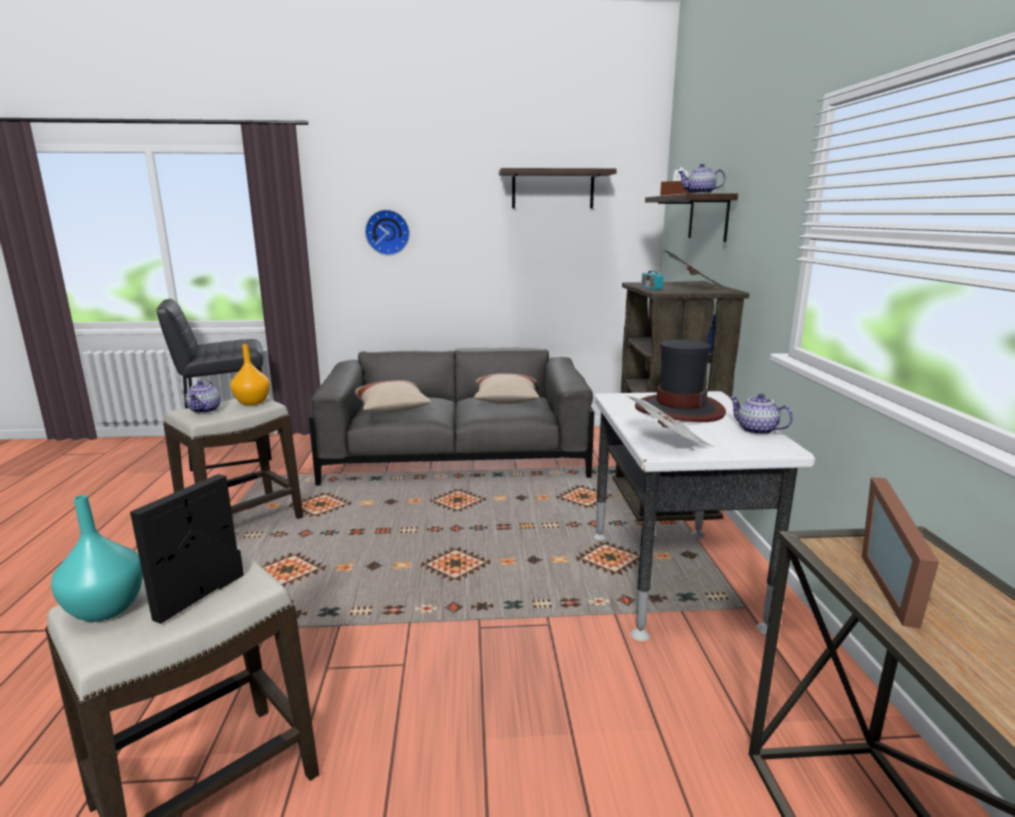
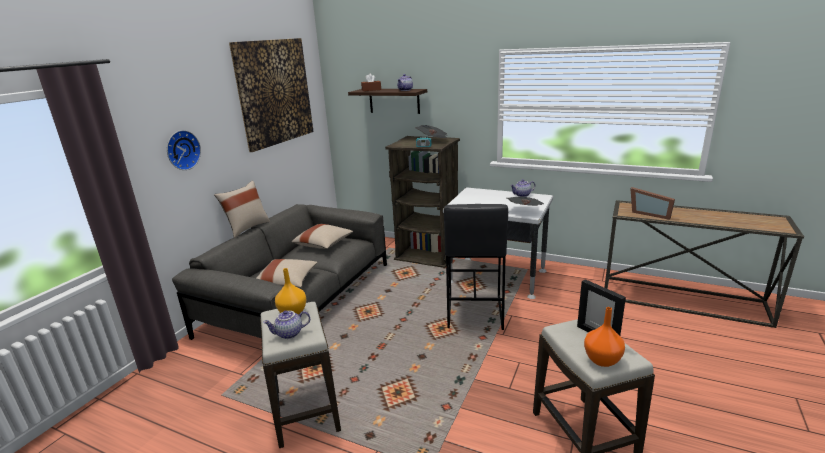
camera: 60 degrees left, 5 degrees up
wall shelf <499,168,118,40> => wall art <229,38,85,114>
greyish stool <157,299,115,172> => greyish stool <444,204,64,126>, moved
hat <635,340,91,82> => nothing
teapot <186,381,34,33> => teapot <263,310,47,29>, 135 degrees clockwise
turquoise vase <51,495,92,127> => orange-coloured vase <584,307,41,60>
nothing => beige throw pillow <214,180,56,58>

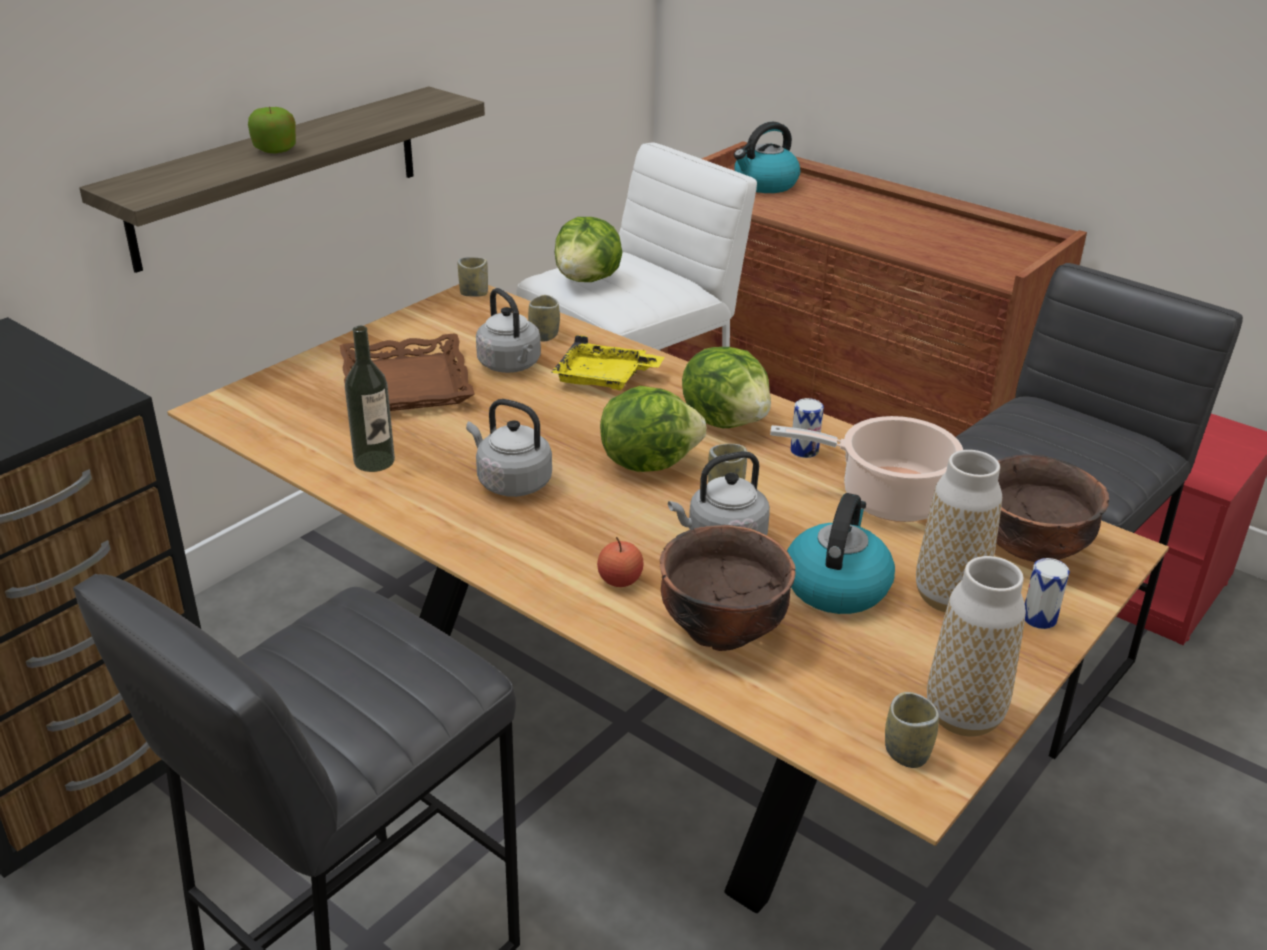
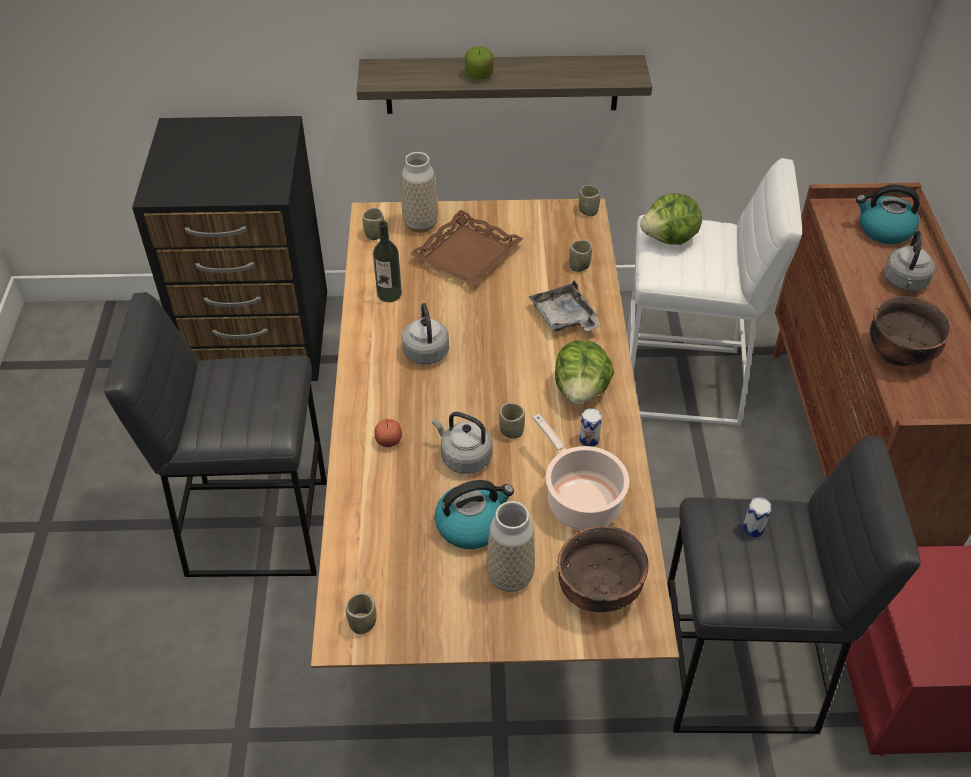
camera: 50 degrees right, 15 degrees up
greyish water kettle <476,288,65,85> => greyish water kettle <884,231,51,60>, moved
yellowish serving tray <551,335,113,55> => greyish serving tray <528,280,73,51>
lettuce <600,386,107,86> => nothing
brown serving bowl <660,525,136,126> => brown serving bowl <870,296,82,70>, moved
vase <927,556,99,180> => vase <402,152,36,81>, moved
sealed can <1025,558,45,71> => sealed can <743,497,29,40>, moved
nothing => drinking cup <363,208,21,32>

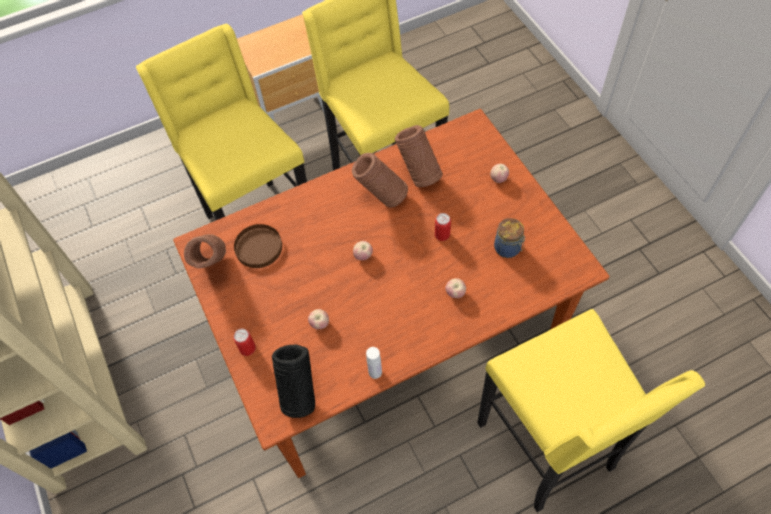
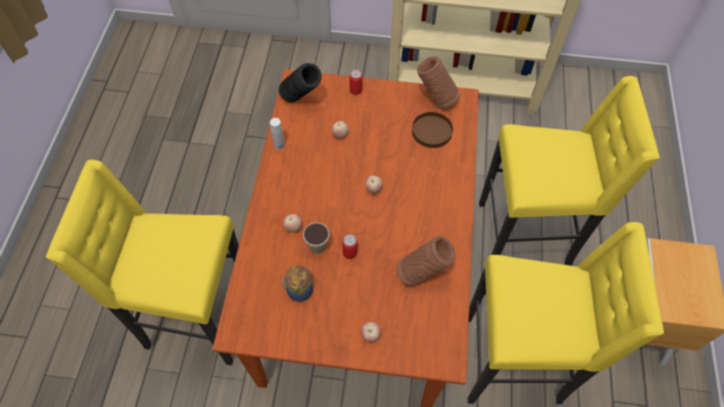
camera: 120 degrees right, 0 degrees up
brown vase <352,153,56,55> => nothing
nothing => drinking cup <303,222,27,32>

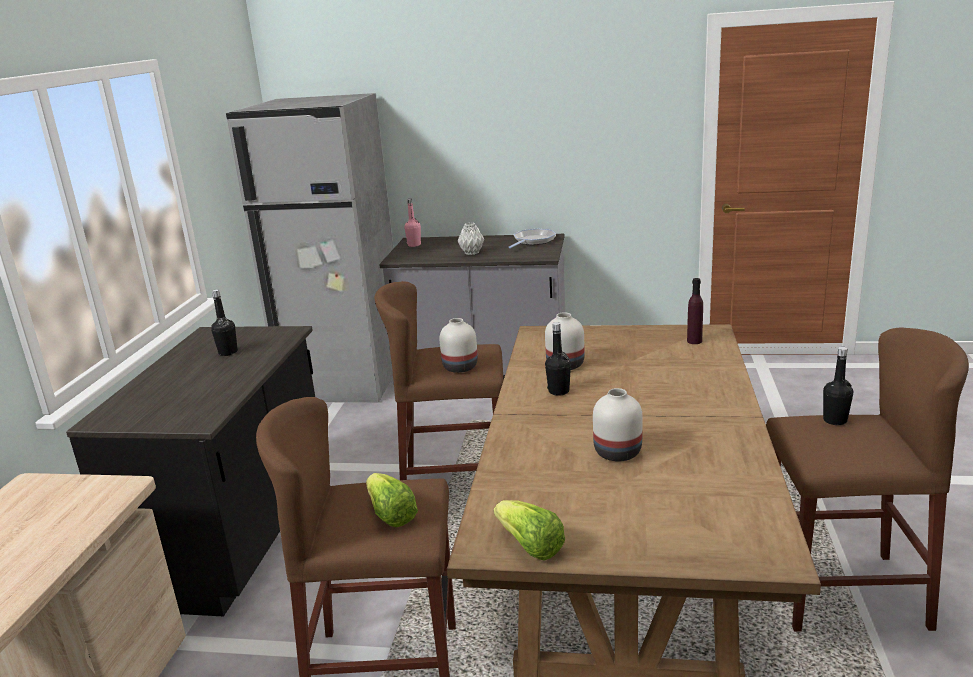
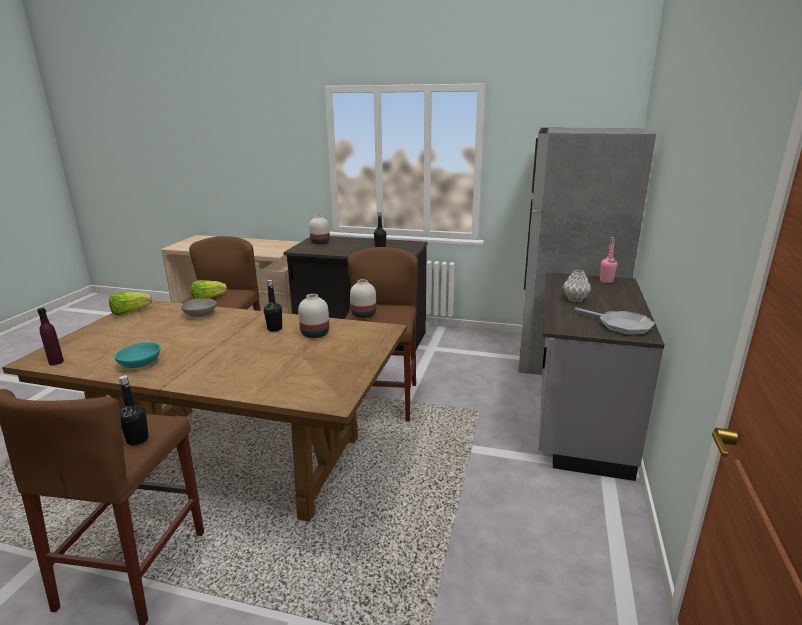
camera: 95 degrees right, 0 degrees up
purplish beverage bottle <687,278,16,66> => purplish beverage bottle <37,308,27,57>, moved
whitish vase <593,388,50,73> => whitish vase <309,215,21,29>, moved
nothing => greyish serving bowl <181,298,36,19>
nothing => turquoise serving bowl <114,342,46,26>

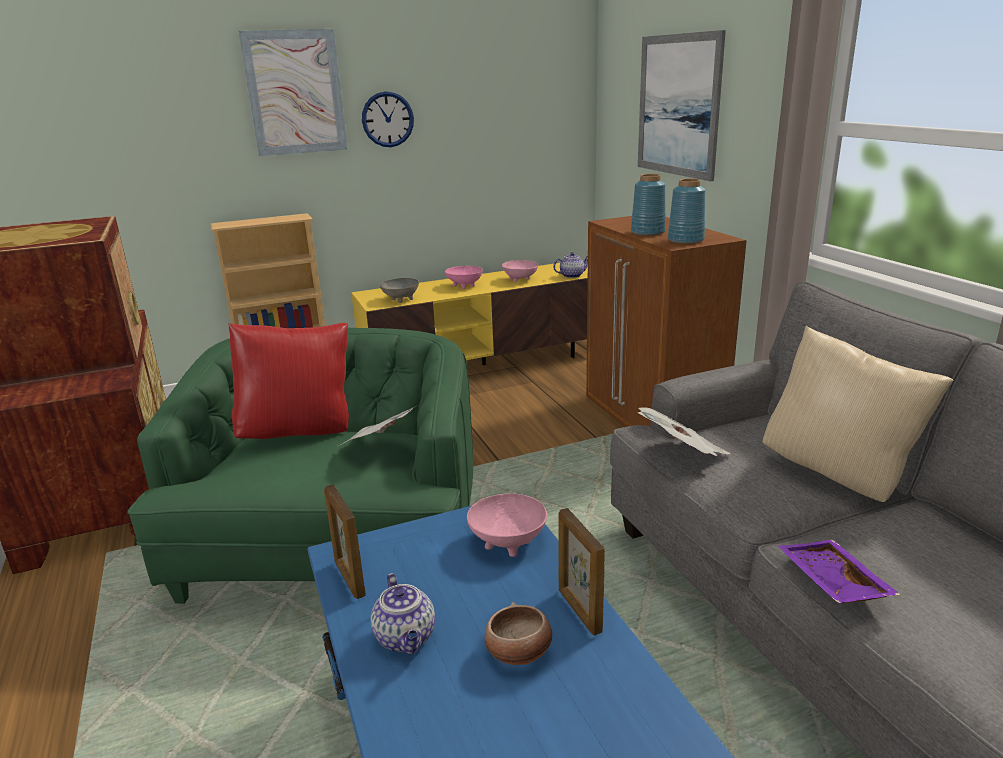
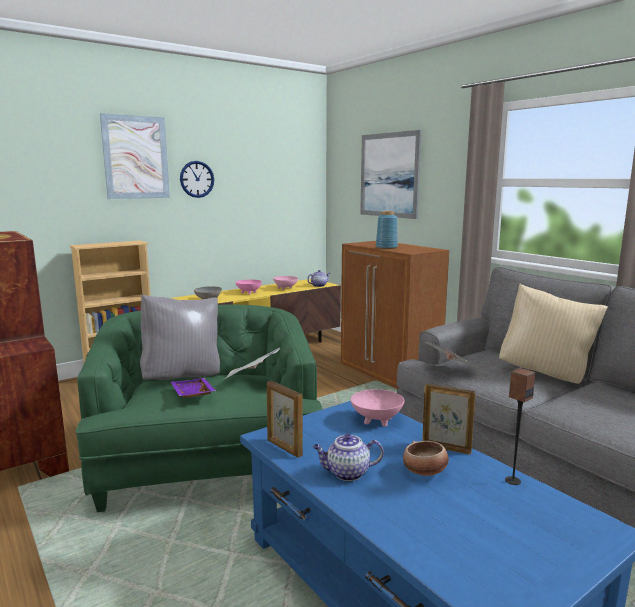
camera: 15 degrees left, 10 degrees down
blue-coloured vase <667,178,38,66> => nothing
reddish throw pillow <229,323,120,116> => greyish throw pillow <140,294,80,86>
standing frame <559,508,46,127> => standing frame <422,384,54,71>, 150 degrees clockwise
purplish serving tray <778,540,123,63> => purplish serving tray <171,378,45,20>, moved
teapot <371,573,64,81> => teapot <313,434,71,47>, 120 degrees clockwise
nothing => audio speaker <505,368,30,117>

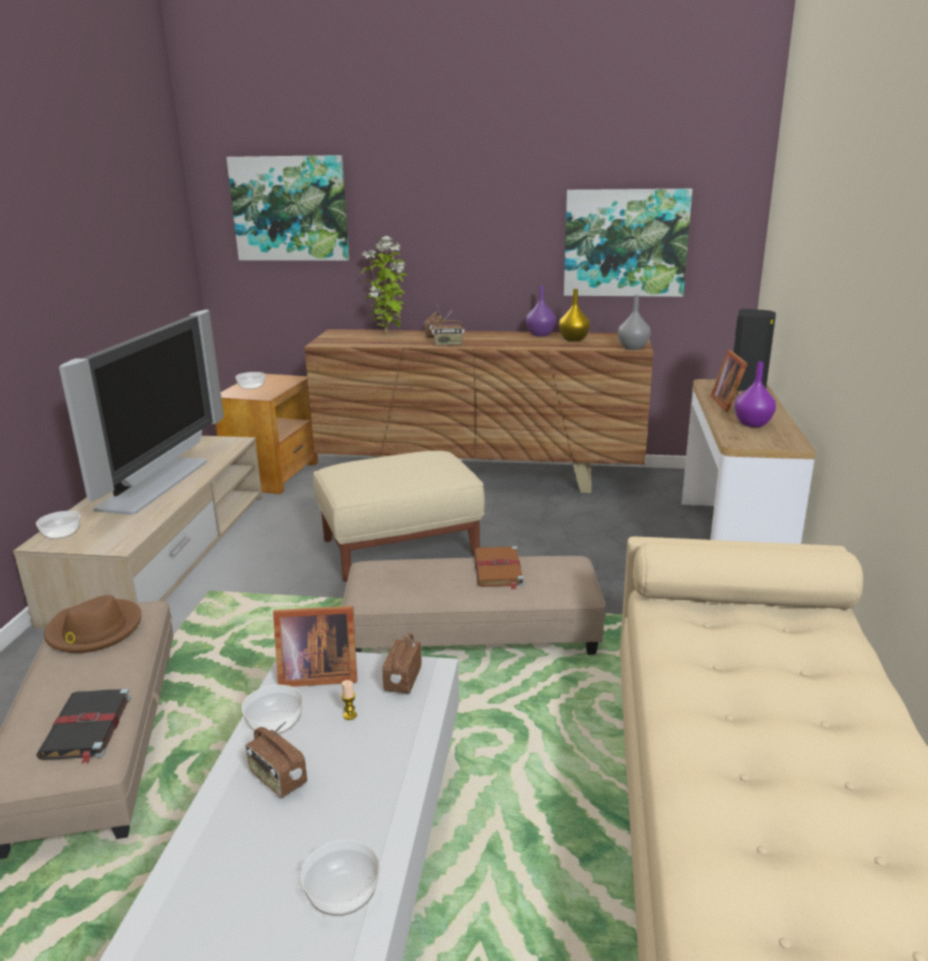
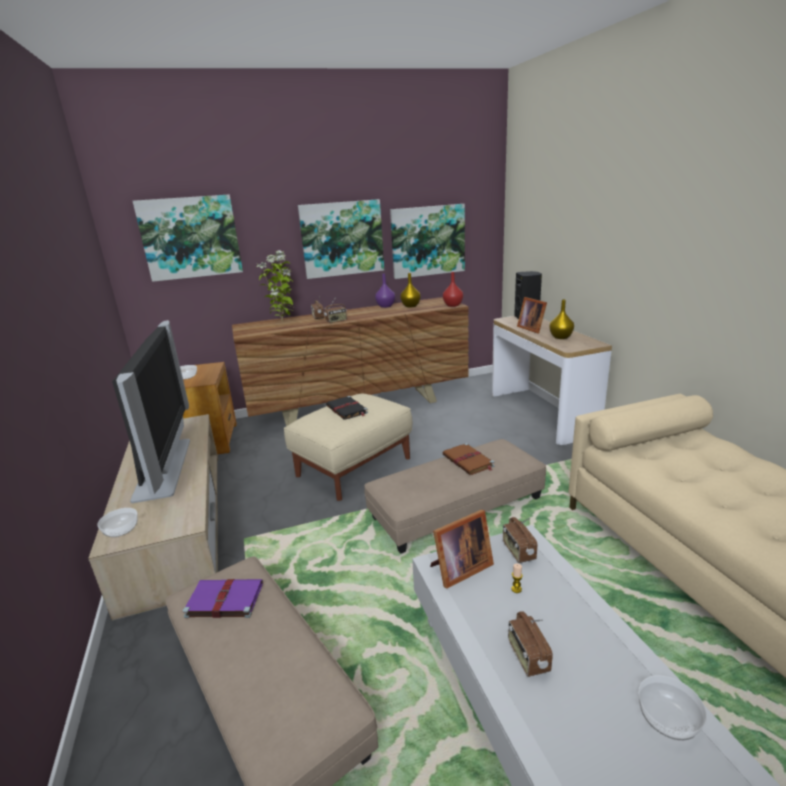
camera: 25 degrees left, 0 degrees up
greyish vase <618,295,33,55> => reddish vase <443,272,20,35>
purplish vase <734,362,42,65> => yellowish vase <549,299,25,40>
brown hat <44,595,97,58> => purplish book <181,579,82,39>
serving bowl <242,685,61,49> => nothing
black book <36,688,95,76> => black book <326,396,42,24>, moved
radio <246,721,61,77> => radio <508,611,45,66>, 60 degrees clockwise
nothing => wall art <298,199,86,80>

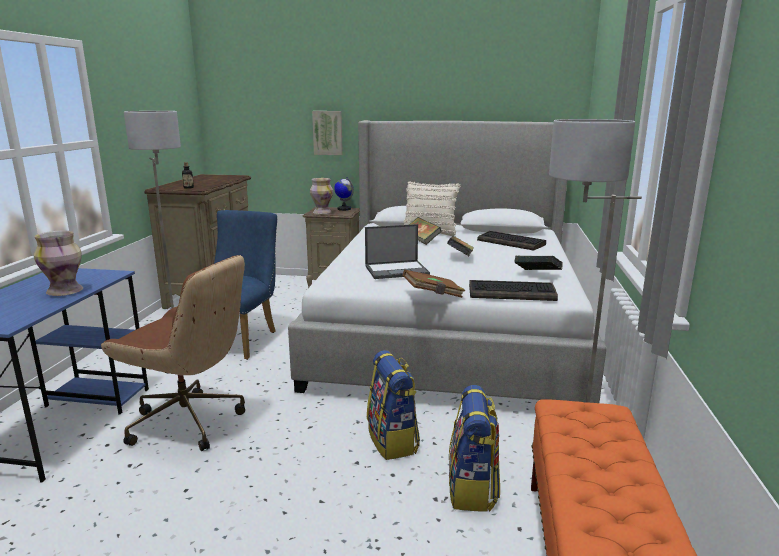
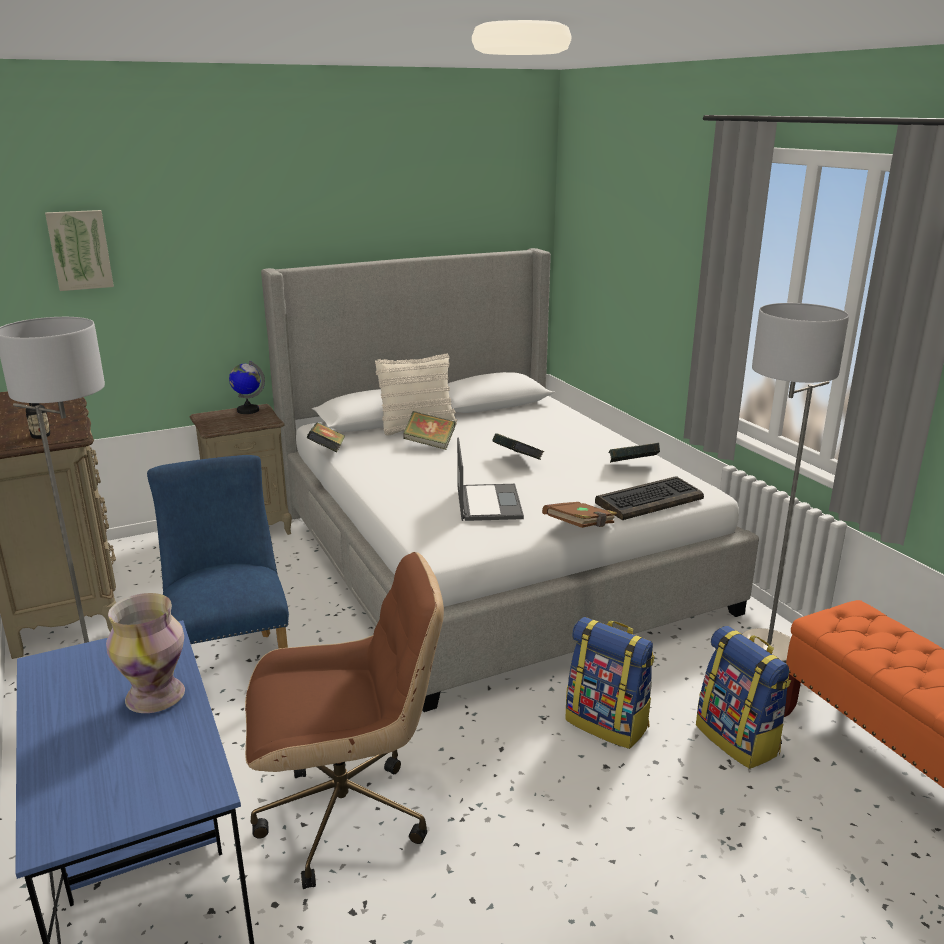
camera: 35 degrees left, 5 degrees up
wall art <312,111,31,44> => wall art <45,210,69,81>, moved
vase <310,178,23,36> => nothing
notebook computer <365,224,65,55> => notebook computer <457,437,67,84>, 45 degrees counterclockwise
computer keyboard <477,231,69,20> => nothing
nothing => book <307,423,38,29>

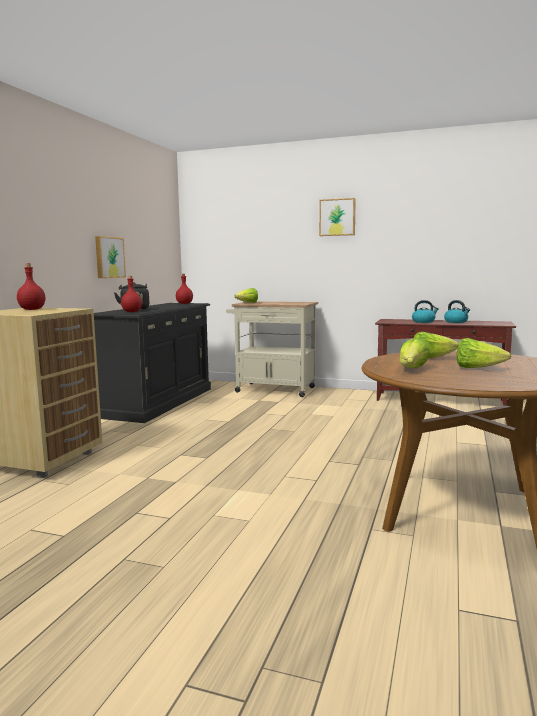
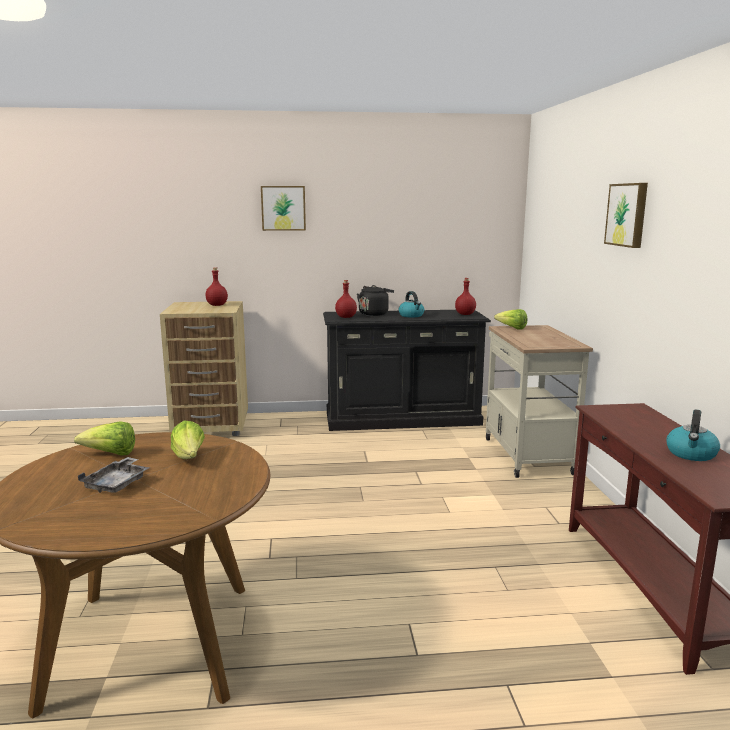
camera: 65 degrees right, 5 degrees up
wall art <95,236,31,42> => wall art <261,186,45,45>, moved
water kettle <412,300,27,23> => water kettle <399,291,25,26>, moved
lettuce <457,338,54,30> => greyish serving tray <78,457,72,36>

